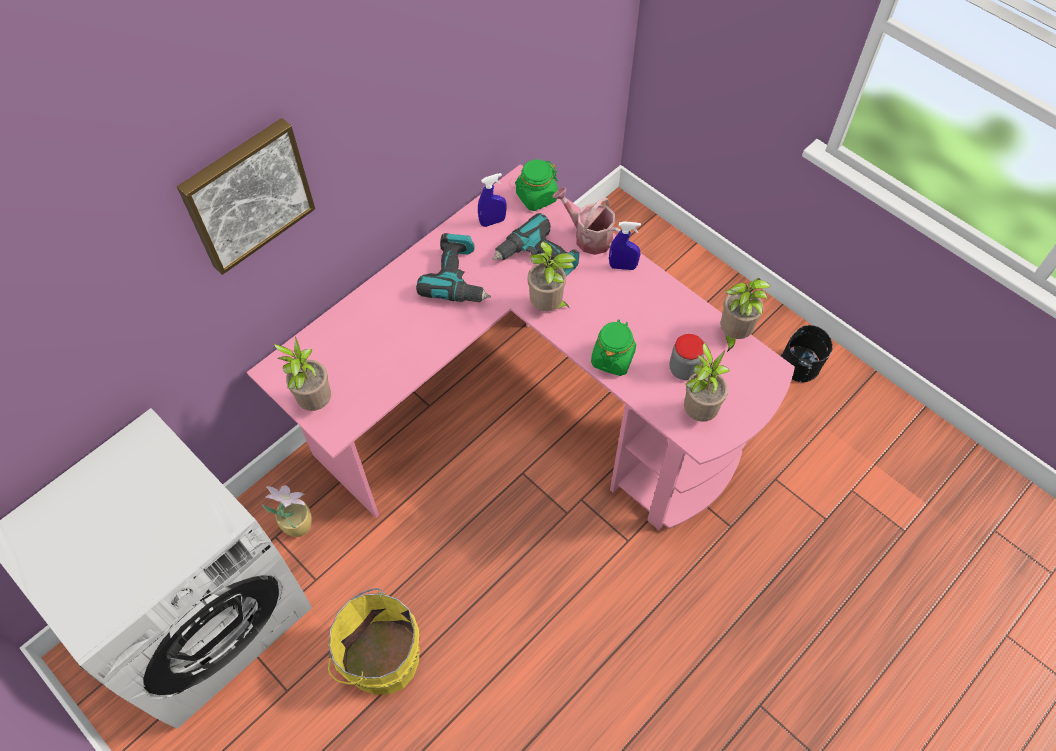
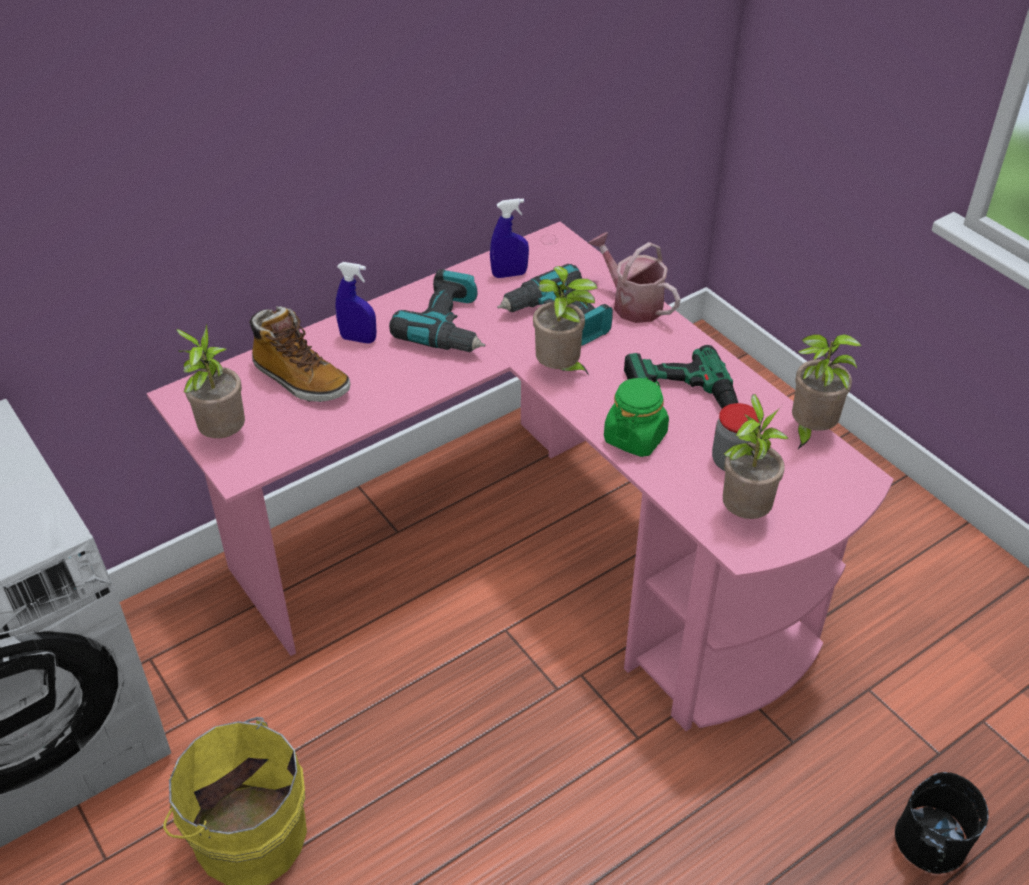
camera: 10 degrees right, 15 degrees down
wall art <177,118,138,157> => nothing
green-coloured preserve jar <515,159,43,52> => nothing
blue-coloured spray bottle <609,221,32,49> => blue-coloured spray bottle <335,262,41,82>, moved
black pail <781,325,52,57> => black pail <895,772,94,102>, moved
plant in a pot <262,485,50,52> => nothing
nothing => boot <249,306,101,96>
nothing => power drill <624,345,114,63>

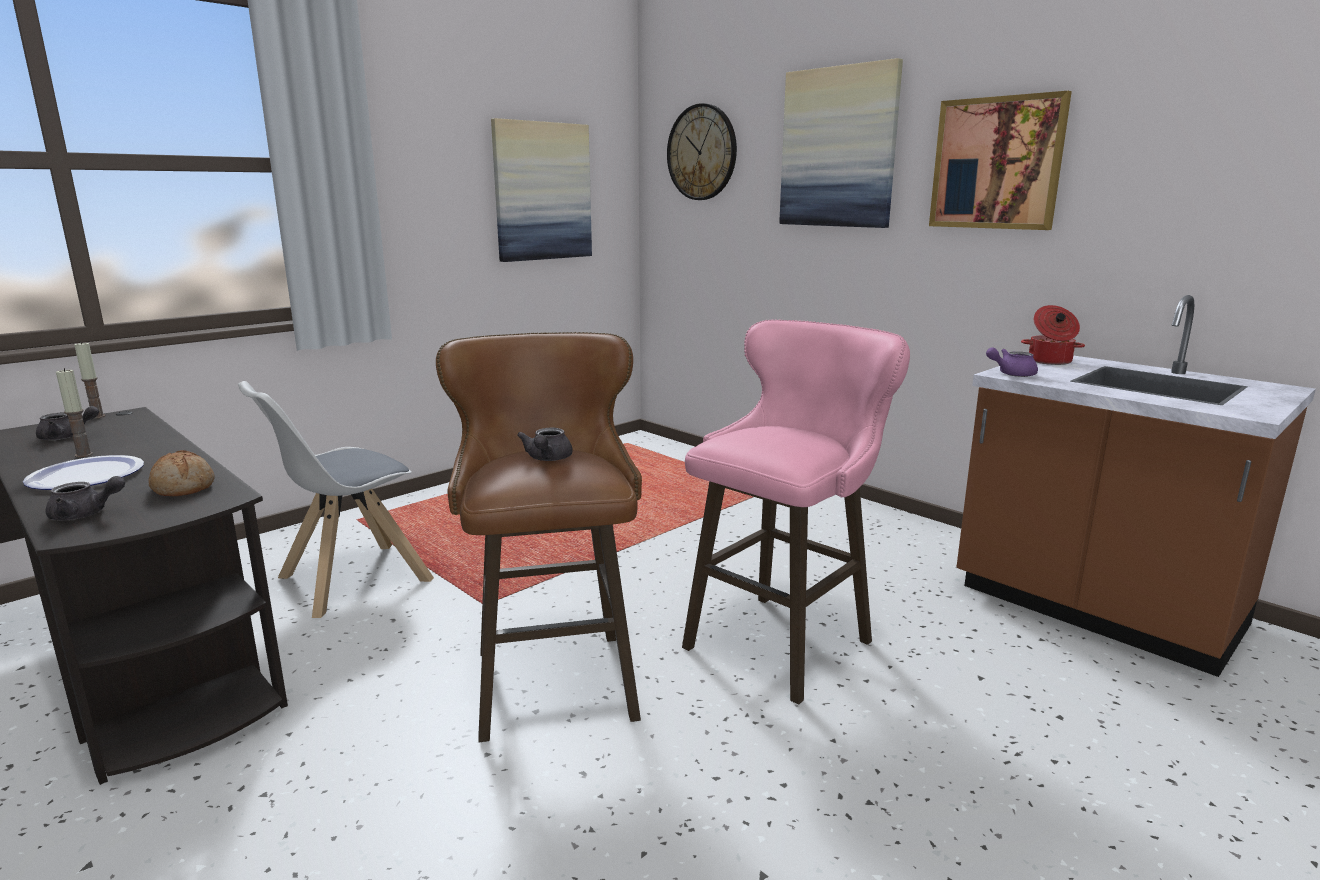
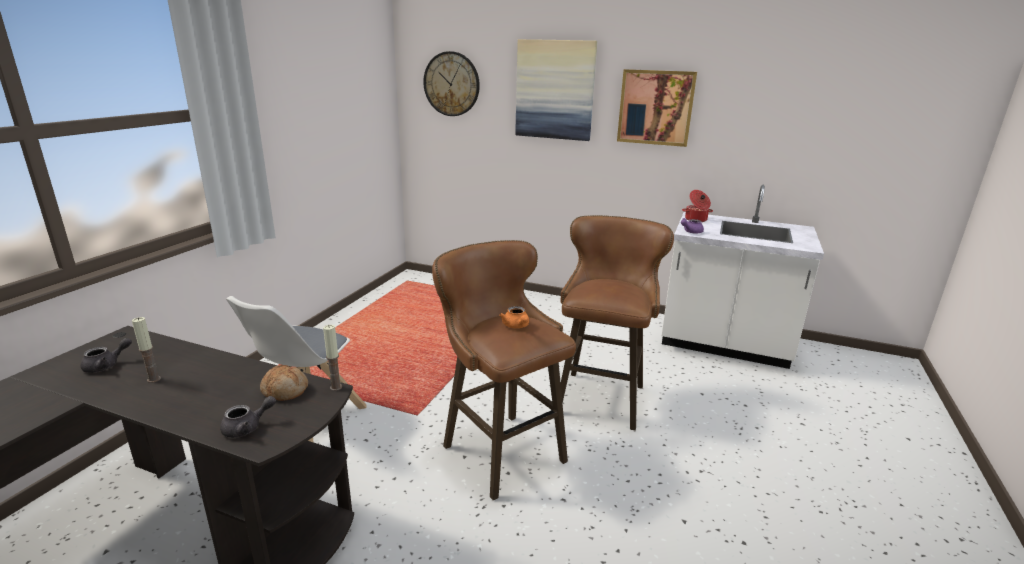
camera: 25 degrees left, 5 degrees up
wall art <491,118,101,144> => nothing
brown kitchen counter <957,295,359,382> => whitish kitchen counter <661,185,163,184>
pink-coloured stool <682,319,228,386> => brown stool <561,215,113,216>
wax candle <74,342,32,77> => wax candle <323,325,19,66>, moved
greyish teapot <517,428,56,33> => orange-coloured teapot <499,306,30,22>
flat dish <23,455,121,35> => nothing

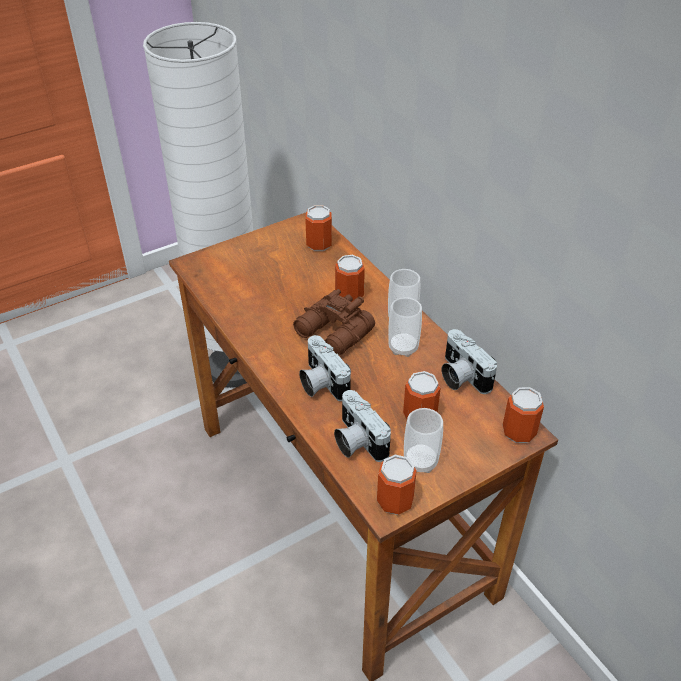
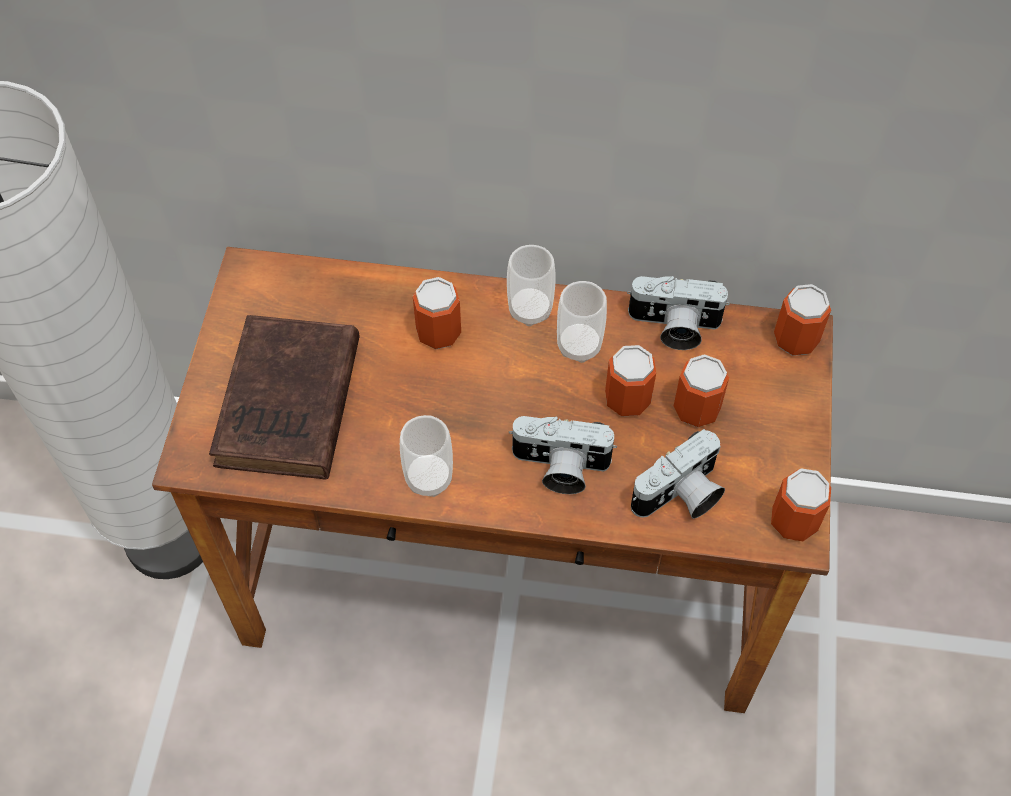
camera: 50 degrees left, 15 degrees up
sealed can <305,205,27,46> => sealed can <605,345,51,71>, moved
brown binoculars <293,289,82,67> => nothing
photo camera <334,390,57,72> => photo camera <631,429,94,90>, 45 degrees counterclockwise
drinking cup <404,408,39,65> => drinking cup <400,415,53,82>, moved
nothing => brown book <209,315,151,164>

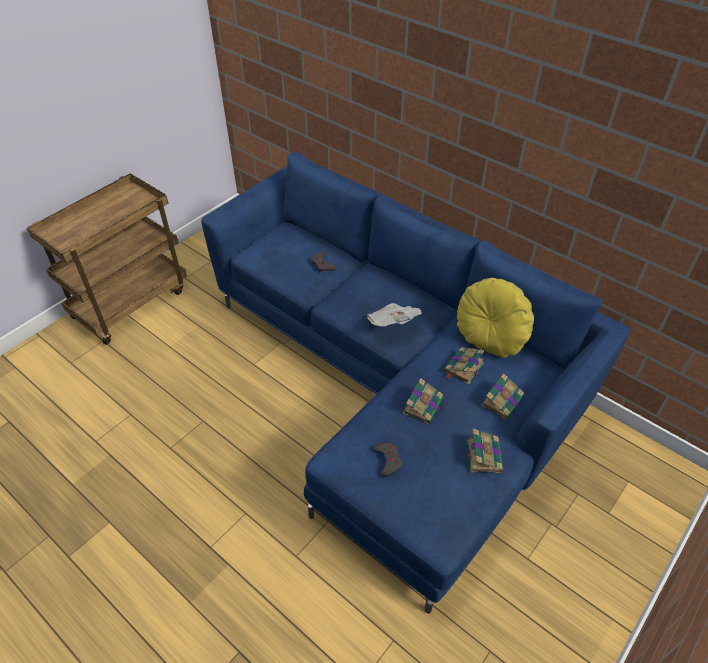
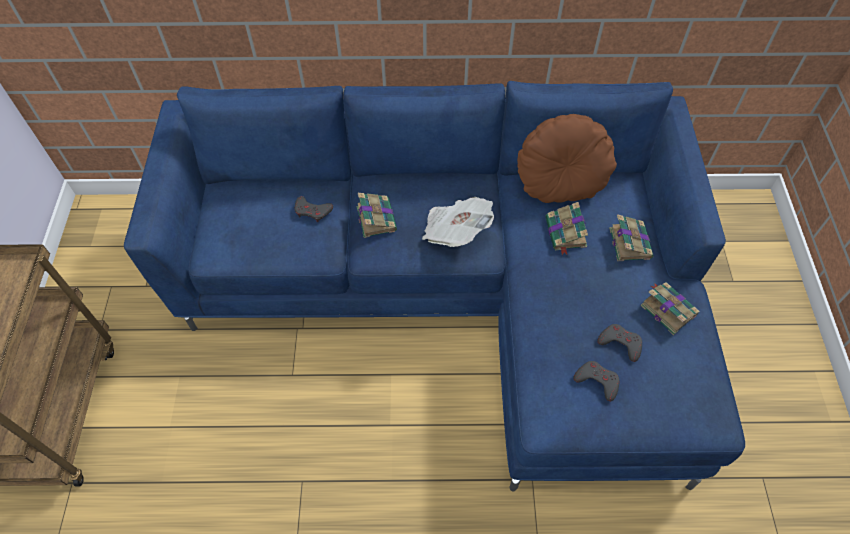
camera: 40 degrees left, 10 degrees up
yellowish throw pillow <457,278,77,80> => brown throw pillow <517,114,100,89>
book <402,378,42,46> => book <356,193,41,45>, moved
nothing => greyish joypad <597,324,45,38>

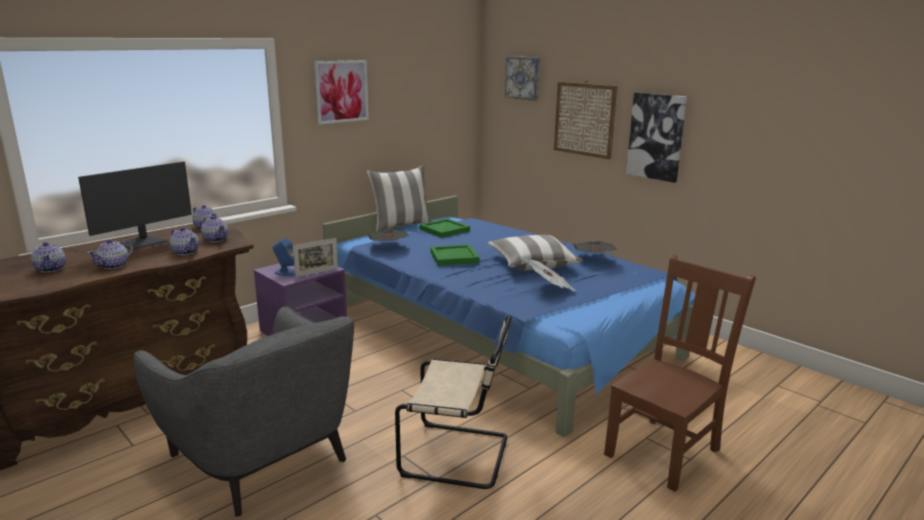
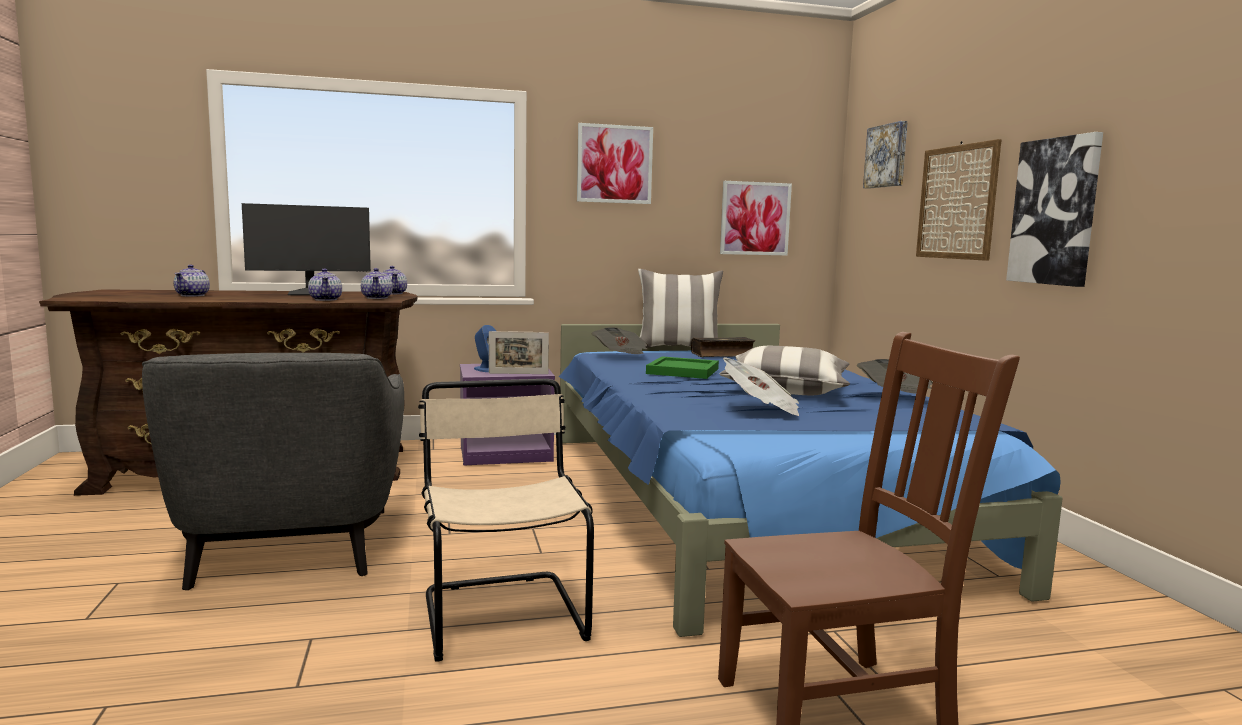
camera: 30 degrees right, 10 degrees down
green-coloured serving tray <419,219,51,19> => book <691,337,64,20>
teapot <88,239,45,30> => nothing
beige plain chair <395,315,117,174> => beige plain chair <418,379,176,283>, 150 degrees counterclockwise
nothing => wall art <720,181,72,75>

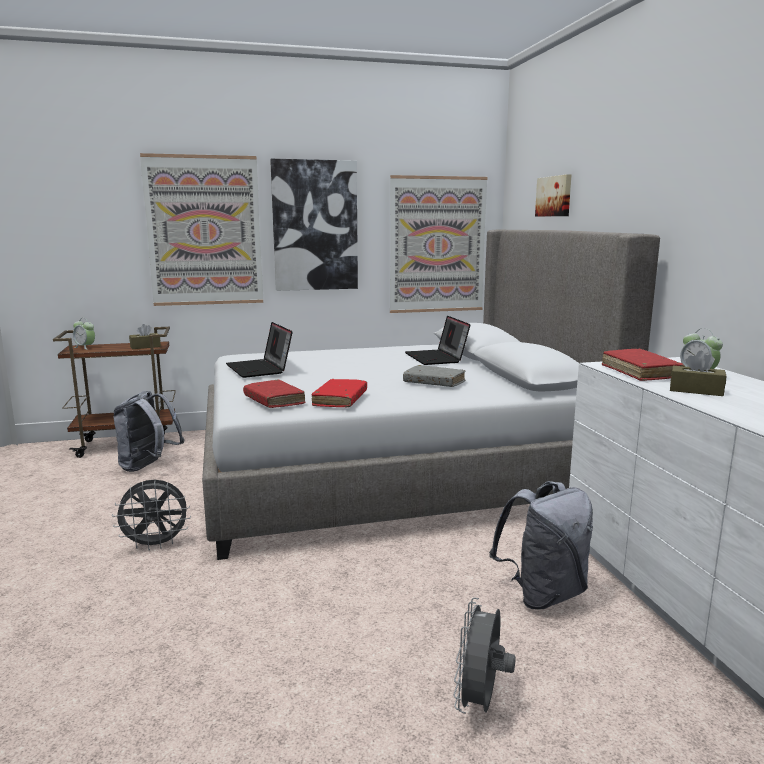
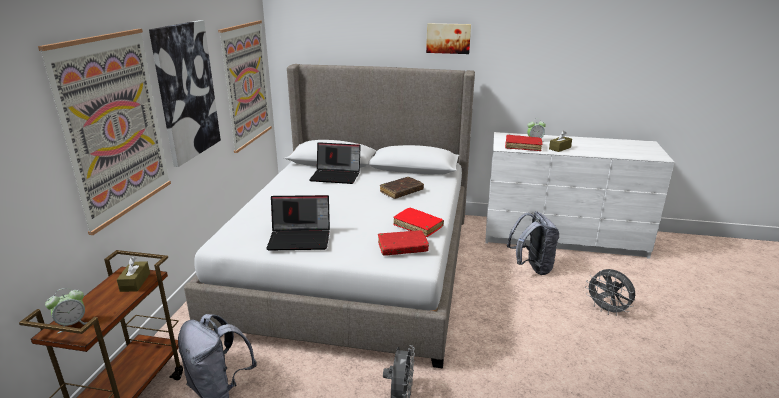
camera: 65 degrees left, 10 degrees up
wall art <535,174,37,43> => wall art <426,23,45,31>, moved
greyish book <403,365,63,22> => brown book <380,177,44,22>

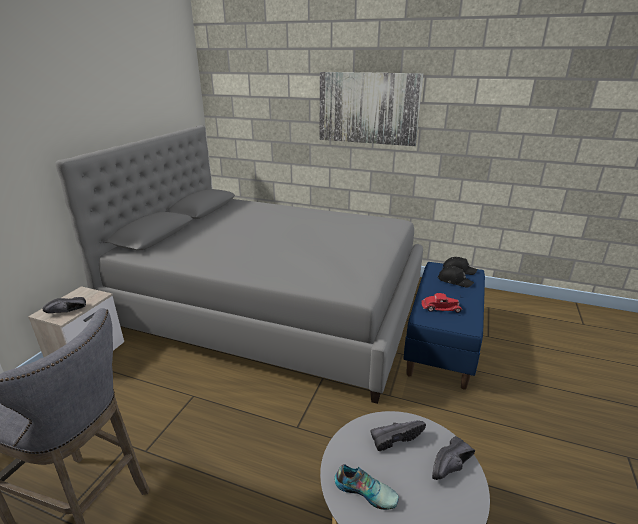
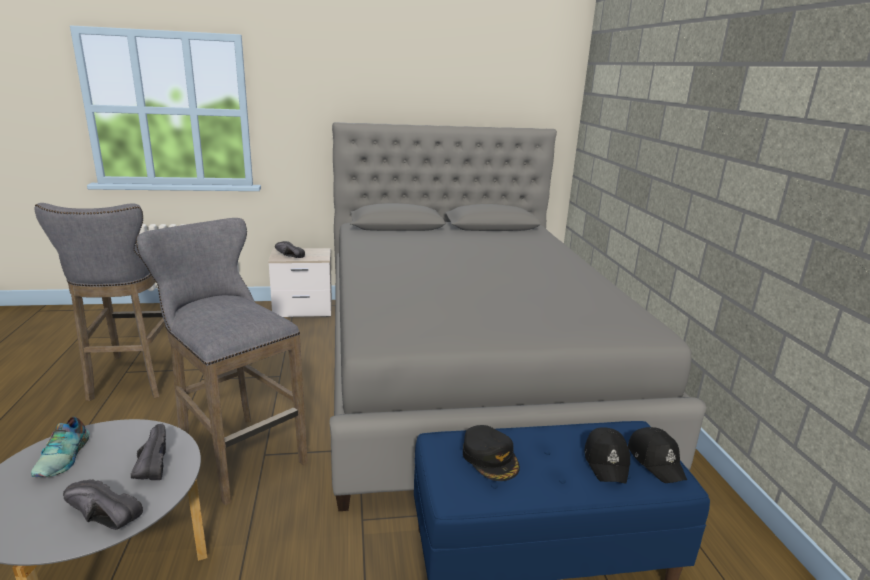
camera: 60 degrees right, 5 degrees down
wall art <320,72,103,74> => nothing
reddish toy car <421,293,41,20> => black baseball cap <463,425,57,56>
black low shoe <371,420,55,31> => black low shoe <131,424,35,56>, 150 degrees counterclockwise
nothing => greyish stool <136,218,172,288>

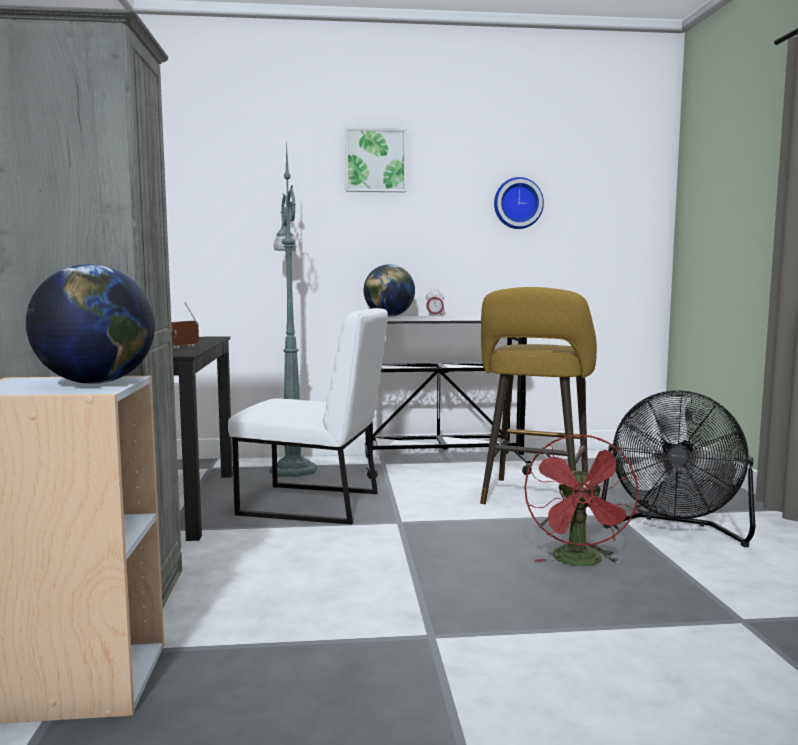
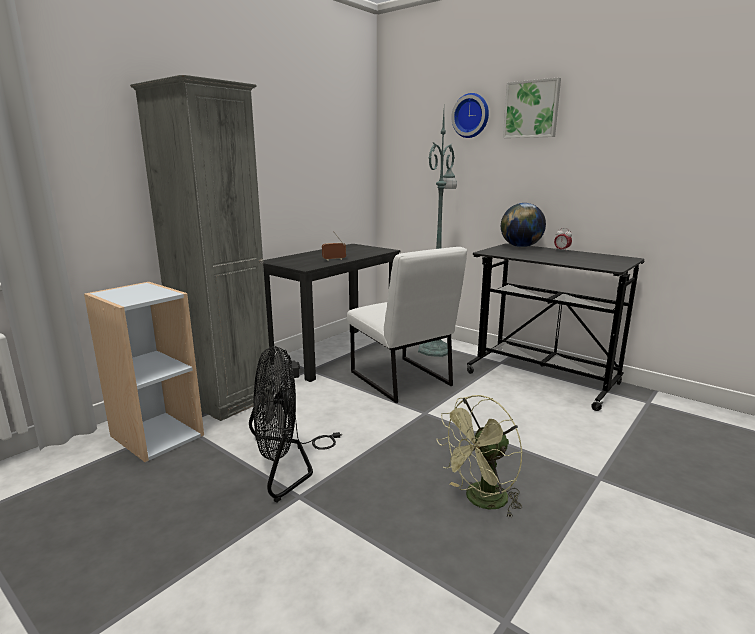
camera: 45 degrees right, 10 degrees up
clock on the wall <494,177,50,52> => clock on the wall <451,93,38,45>, moved
desk globe <26,264,129,120> => nothing
yellowish stool <480,287,117,217> => nothing
black cooling fan <601,390,154,157> => black cooling fan <249,346,93,157>, moved
reddish cooling fan <524,434,114,132> => green-coloured cooling fan <436,395,87,123>

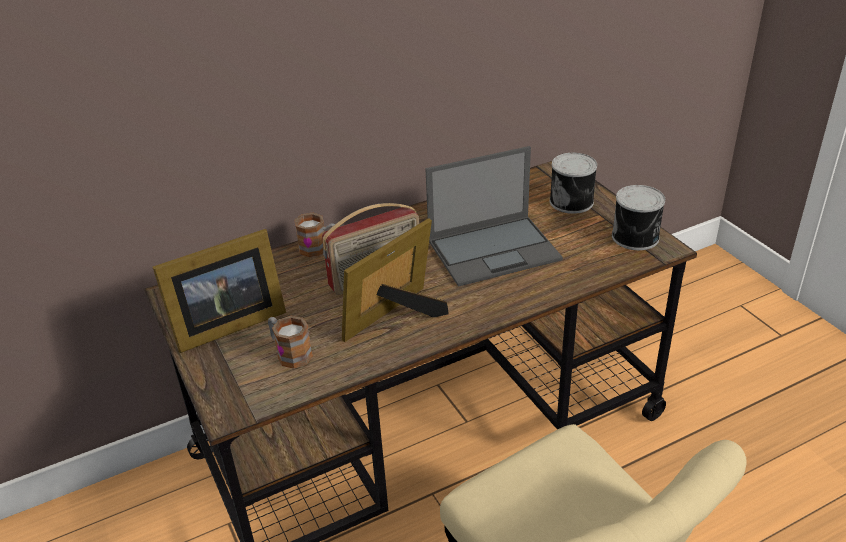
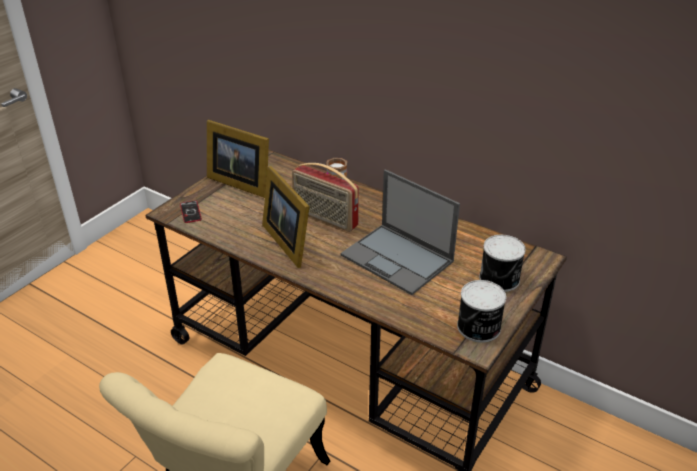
camera: 60 degrees right, 0 degrees up
standing frame <342,218,107,124> => standing frame <262,166,48,102>, 135 degrees counterclockwise
tea mug <268,316,45,53> => nothing
nothing => phone <180,201,22,22>

